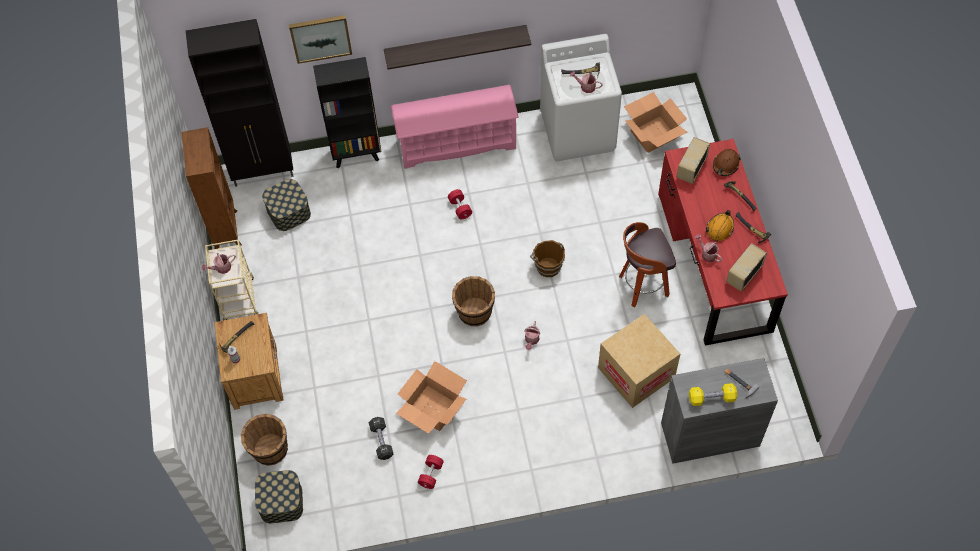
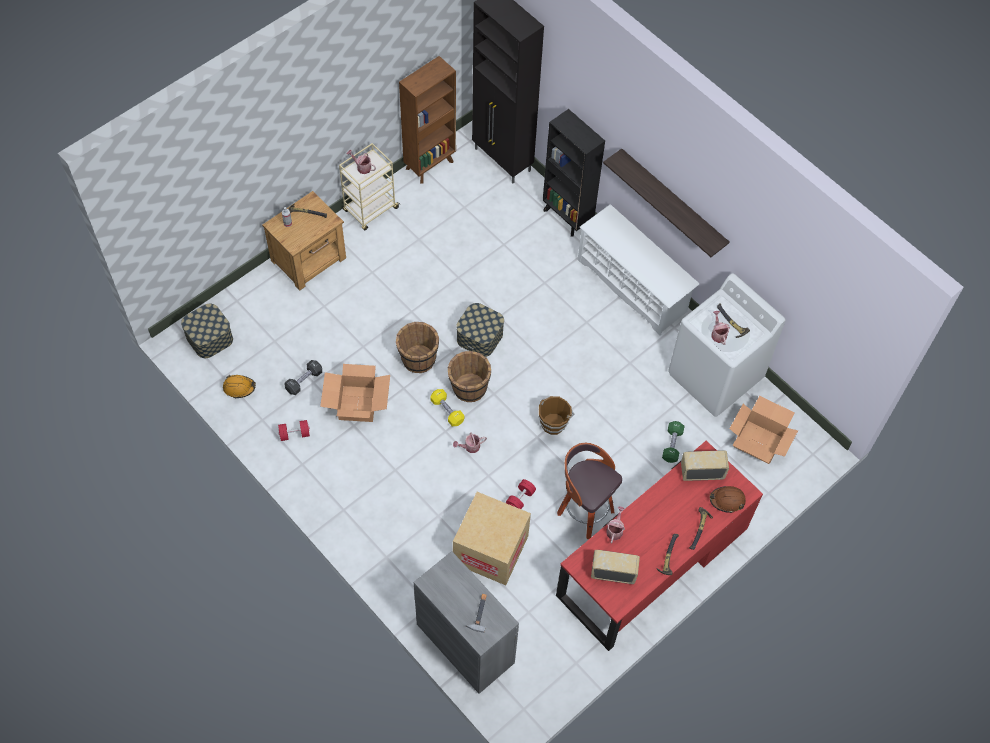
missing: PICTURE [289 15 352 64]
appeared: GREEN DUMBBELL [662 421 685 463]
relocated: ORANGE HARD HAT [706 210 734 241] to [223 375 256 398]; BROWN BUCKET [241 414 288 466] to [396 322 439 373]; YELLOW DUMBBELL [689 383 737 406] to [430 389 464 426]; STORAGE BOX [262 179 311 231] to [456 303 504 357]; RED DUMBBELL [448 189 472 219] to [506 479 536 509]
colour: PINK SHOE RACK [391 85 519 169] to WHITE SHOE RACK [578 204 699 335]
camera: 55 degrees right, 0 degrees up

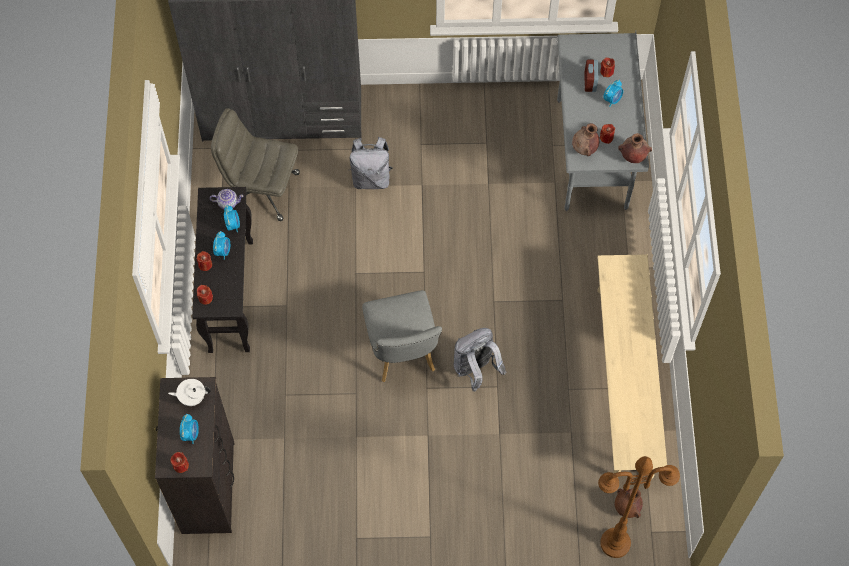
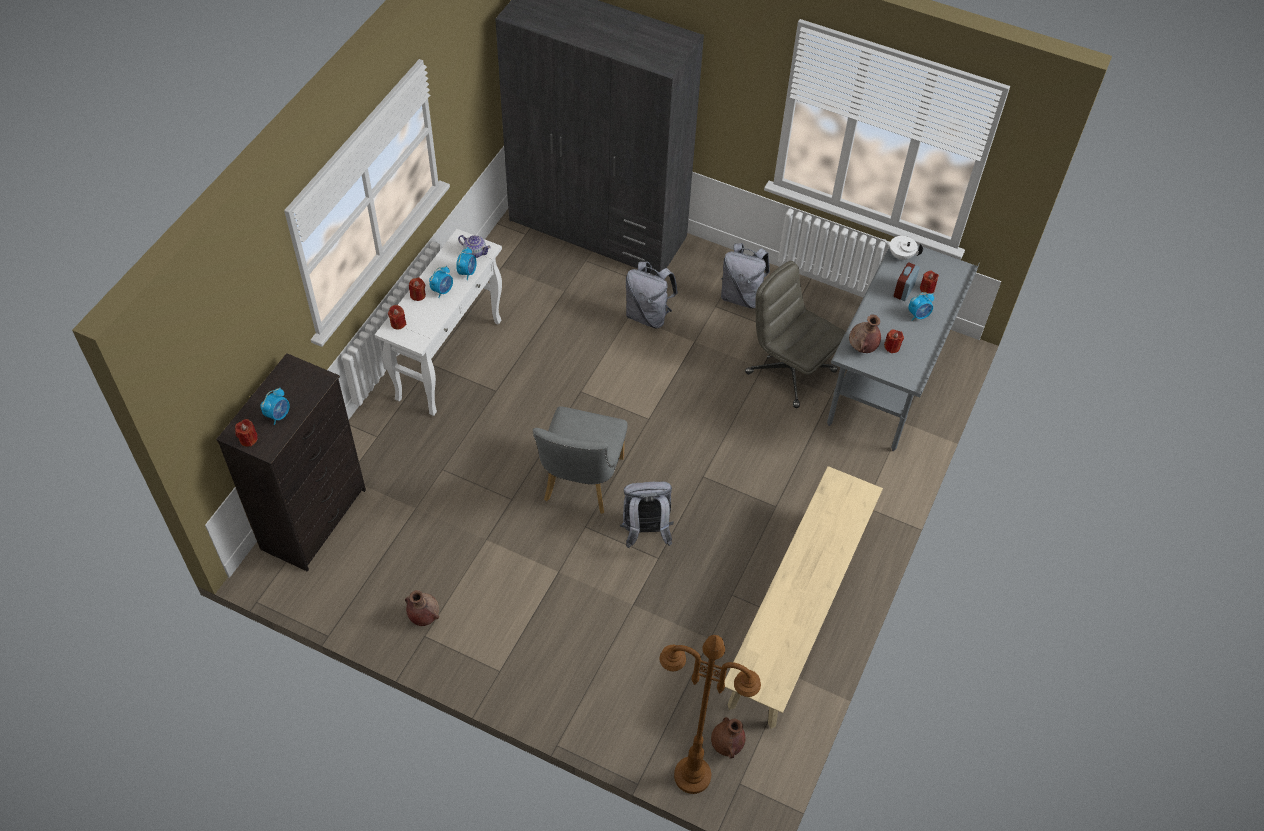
appeared: GREY BACKPACK [721 243 770 309]
relocated: BROWN VASE [618 133 652 163] to [405 590 439 626]; GREY OFFICE CHAIR [211 108 300 221] to [745 261 846 408]; WHITE TEAPOT [168 379 211 406] to [883 236 923 260]
colour: BLACK CONSOLE TABLE [192 187 253 353] to WHITE CONSOLE TABLE [375 229 502 416]
camera: 25 degrees right, 10 degrees down

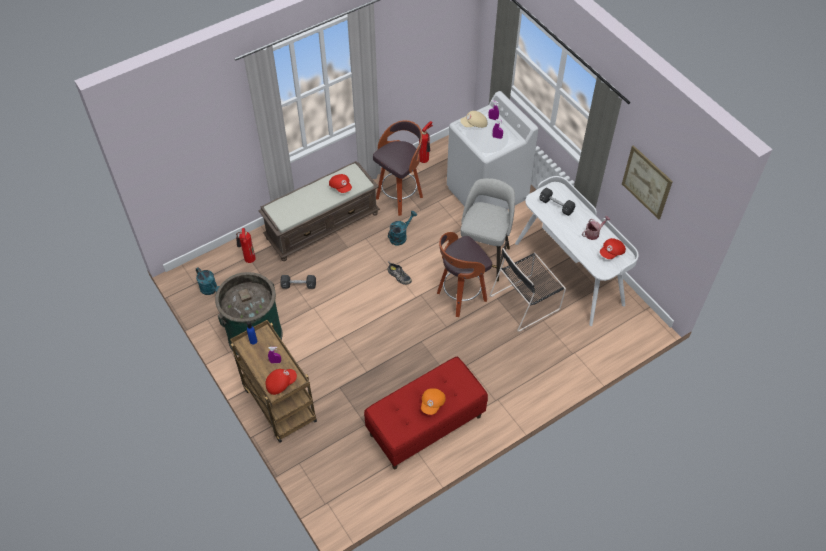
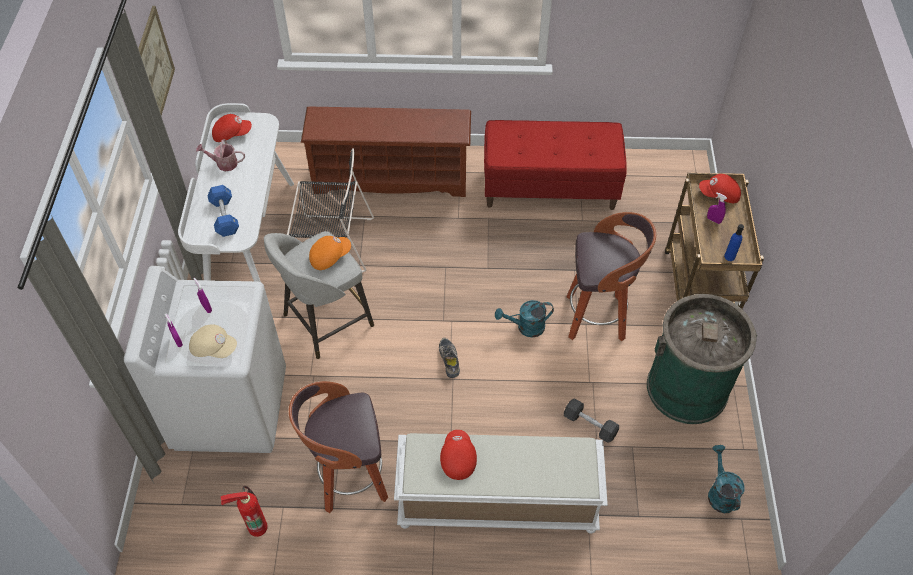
missing: FIRE EXTINGUISHER [236 228 256 263]
appeared: BROWN SHOE RACK [301 106 471 197]
relocated: ORANGE CAP [421 388 446 415] to [309 236 351 270]; TURQUOISE WATERING CAN [388 211 417 245] to [495 300 554 337]; STOOL [437 232 492 317] to [567 212 656 341]
colour: BLACK DUMBBELL [539 187 575 216] to BLUE DUMBBELL [207 185 239 237]; BROWN BENCH [258 161 380 261] to WHITE BENCH [394 433 608 534]
camera: 145 degrees left, 0 degrees up

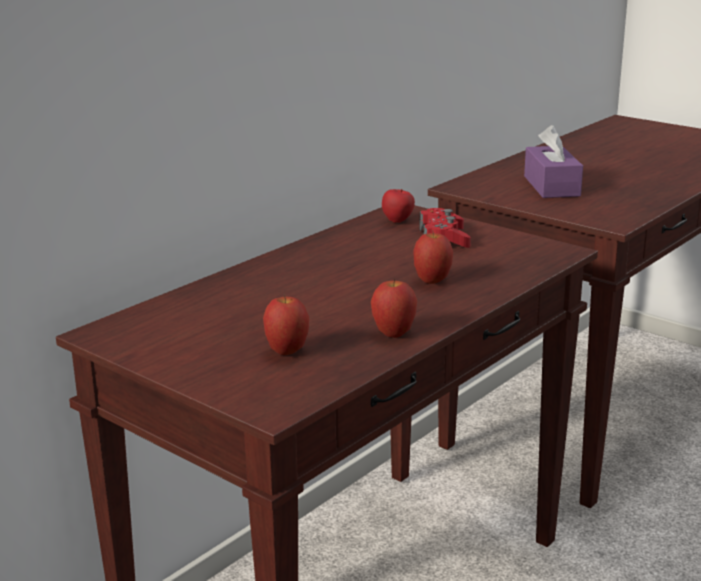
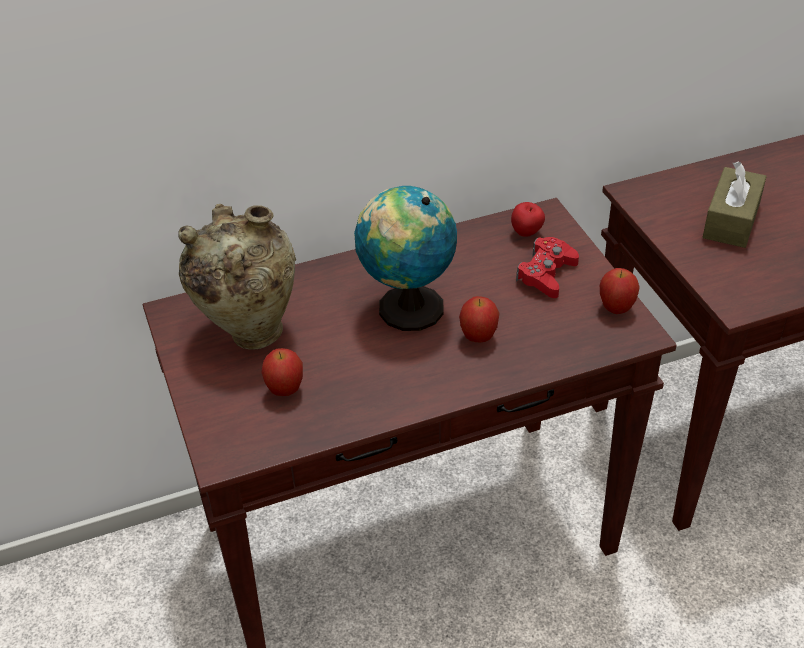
appeared: BEIGE VASE [178 204 296 350]; GLOBE [354 186 457 331]
relocated: APPLE [371 277 417 338] to [600 268 640 314]
colour: PURPLE TISSUE BOX [524 125 583 198] to BROWN TISSUE BOX [703 162 767 248]
camera: 30 degrees right, 20 degrees up

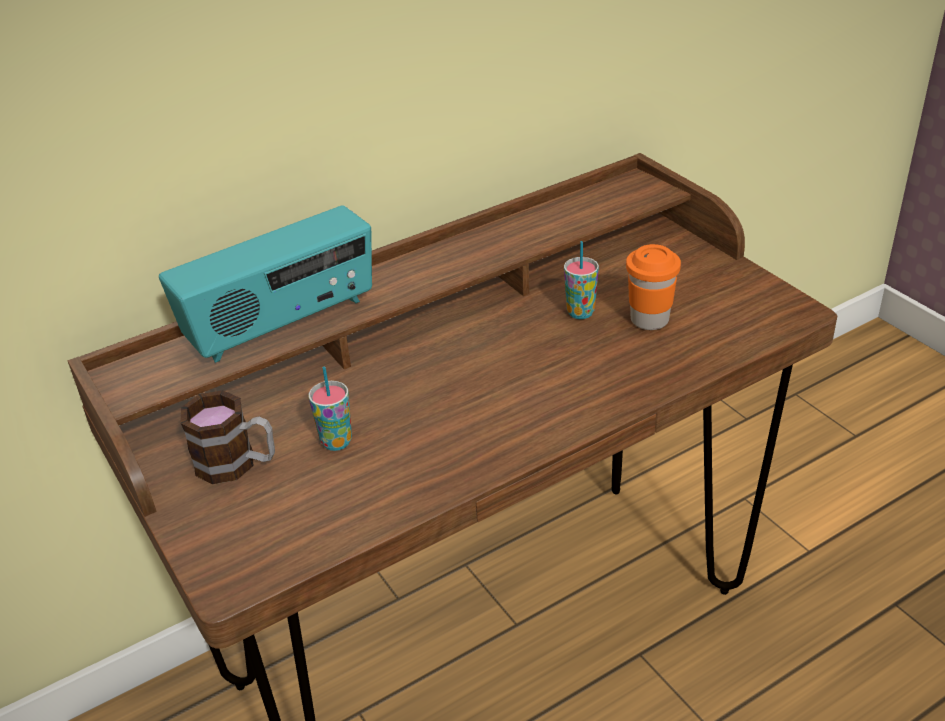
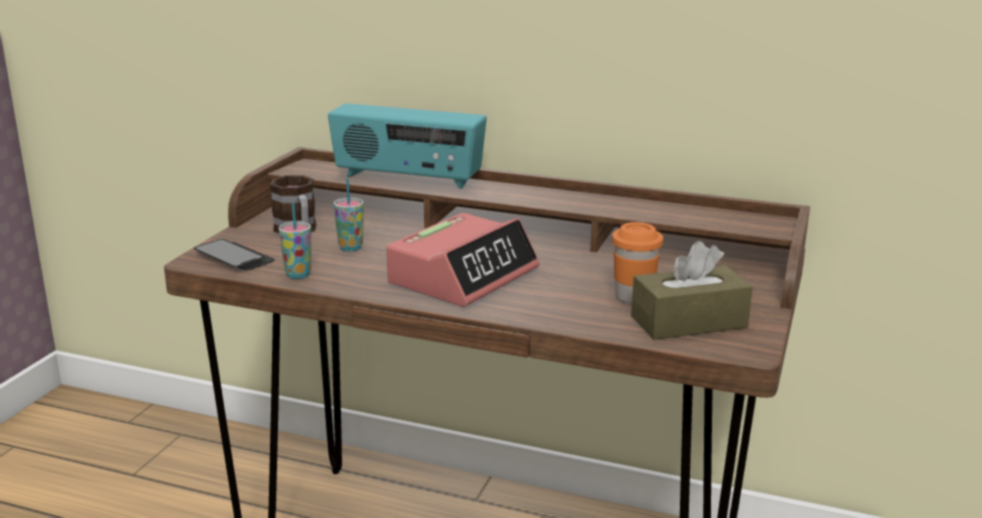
appeared: PHONE [194 239 275 270]; ALARM CLOCK [386 213 539 307]; BROWN TISSUE BOX [631 241 753 340]
relocated: CUP [564 241 599 319] to [279 202 311 279]
camera: 50 degrees right, 15 degrees down

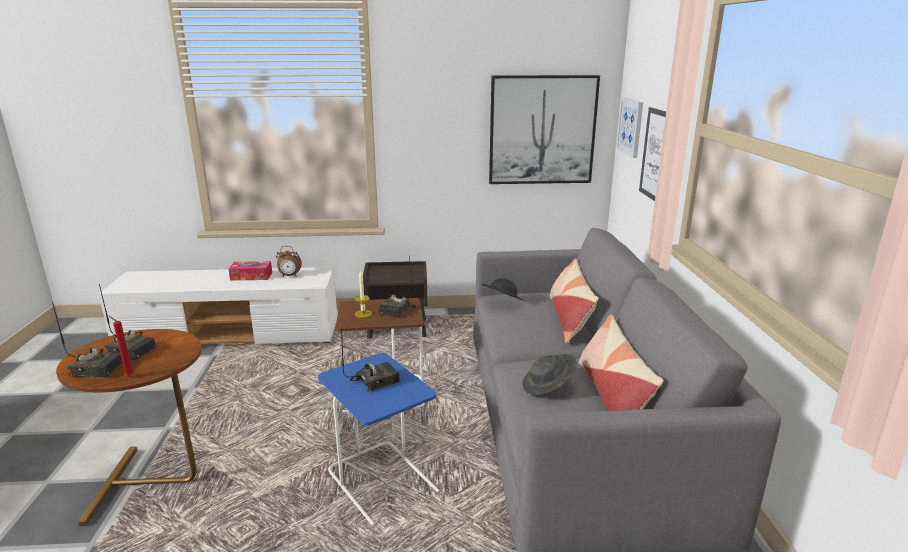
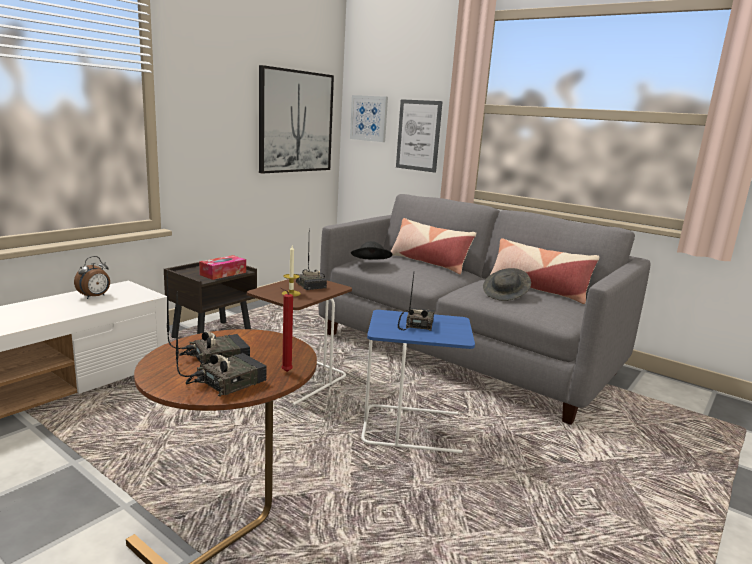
relocated: TISSUE BOX [229 261 272 281] to [199 255 246 280]
camera: 50 degrees left, 5 degrees down

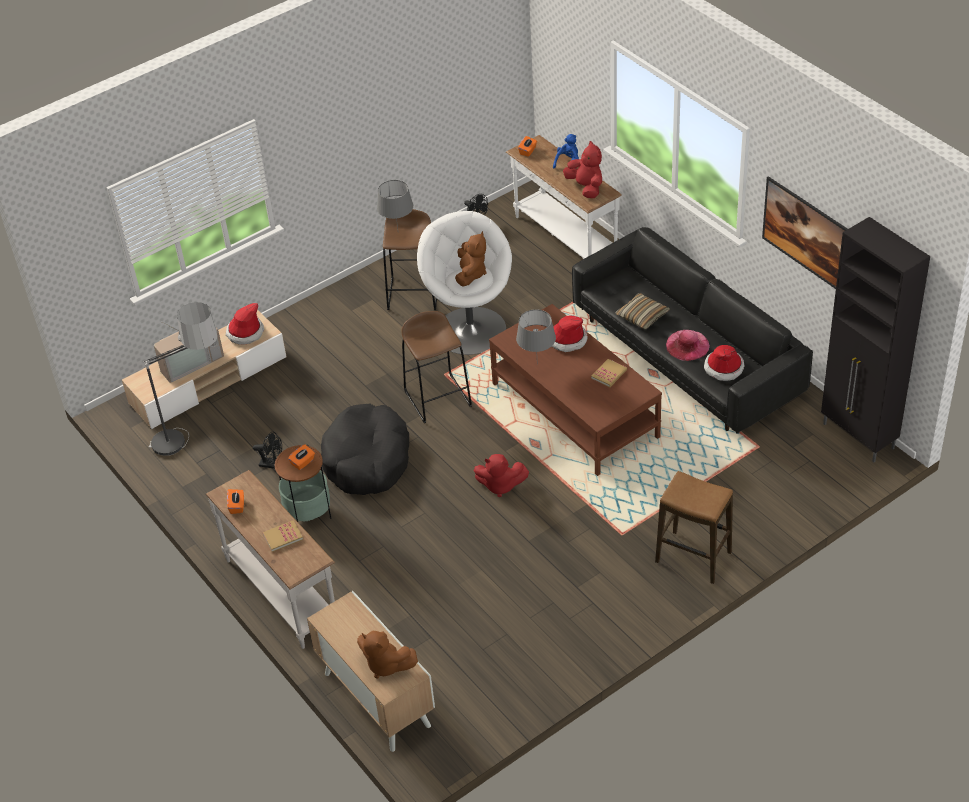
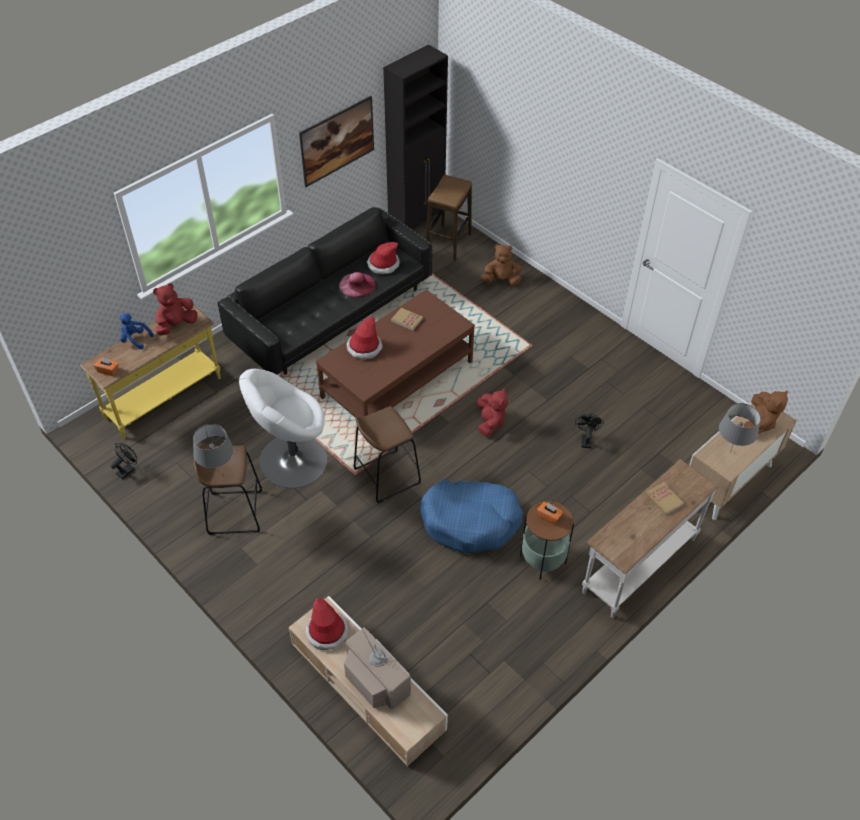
missing: FLOOR LAMP [143 302 218 456]; ORANGE TISSUE BOX [227 489 244 514]; PILLOW [615 293 670 330]
relocated: STOOL [655 471 733 584] to [426 175 472 260]; BROWN PLUSH TOY [455 231 486 287] to [480 244 522 286]; BLACK FAN [253 432 282 469] to [575 414 604 448]; GREY TABLE LAMP [516 309 556 364] to [719 403 761 452]
colour: WHITE CONSOLE TABLE [506 135 622 259] to YELLOW CONSOLE TABLE [80 305 221 439]; BLACK DOG BED [321 404 409 495] to BLUE DOG BED [420 480 523 553]
camera: 100 degrees left, 5 degrees up

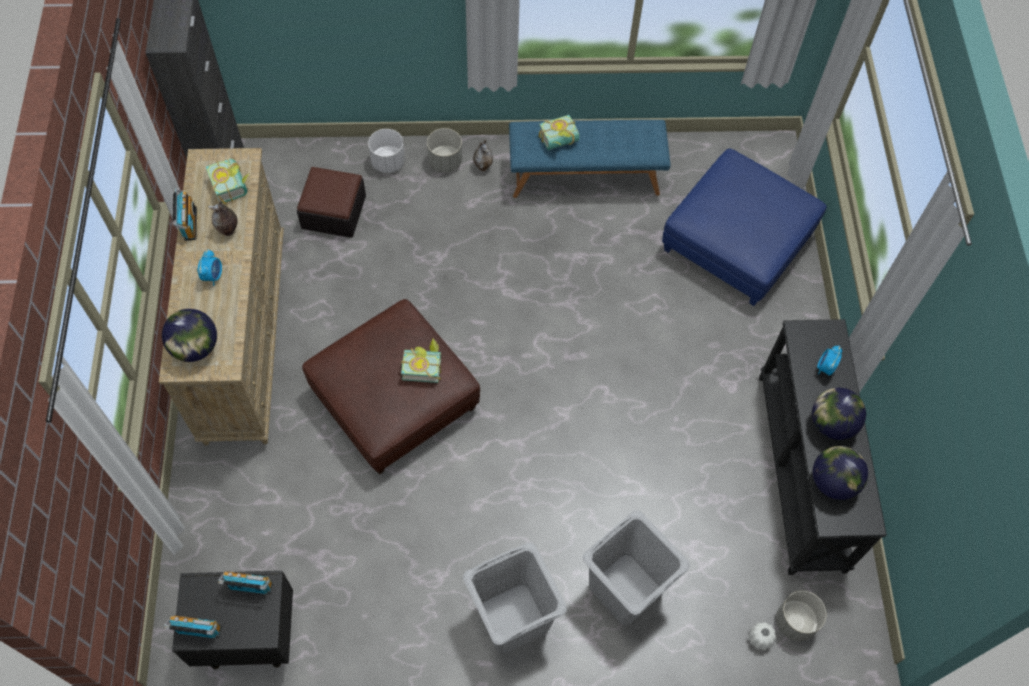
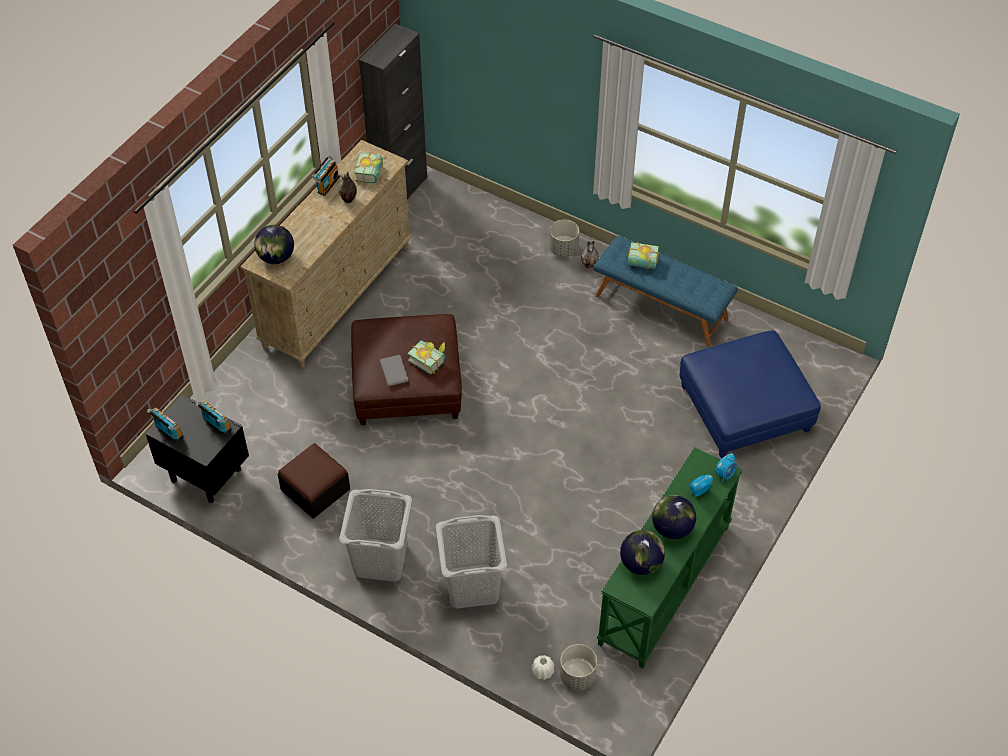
missing: WHITE PLANTER [368 129 405 173]
appeared: GREY BOOK [380 355 408 386]
relocated: OTTOMAN [297 167 366 238] to [278 443 350 518]; ALARM CLOCK [197 249 222 286] to [715 453 737 482]
colour: BLACK CONSOLE TABLE [759 319 887 575] to GREEN CONSOLE TABLE [597 447 742 669]
camera: 35 degrees right, 10 degrees down

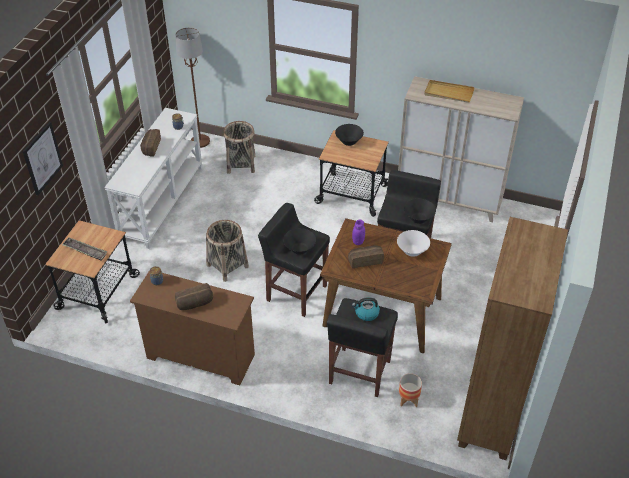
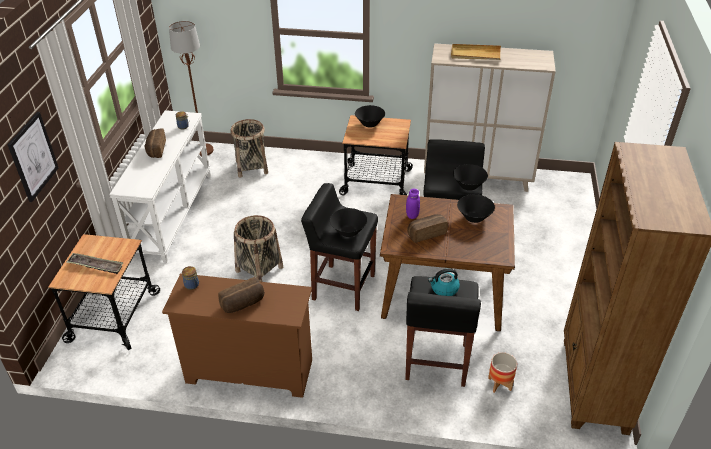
colour: WHITE BOWL [397 230 430 257] to BLACK BOWL [457 194 495 223]
camera: 10 degrees left, 5 degrees down

